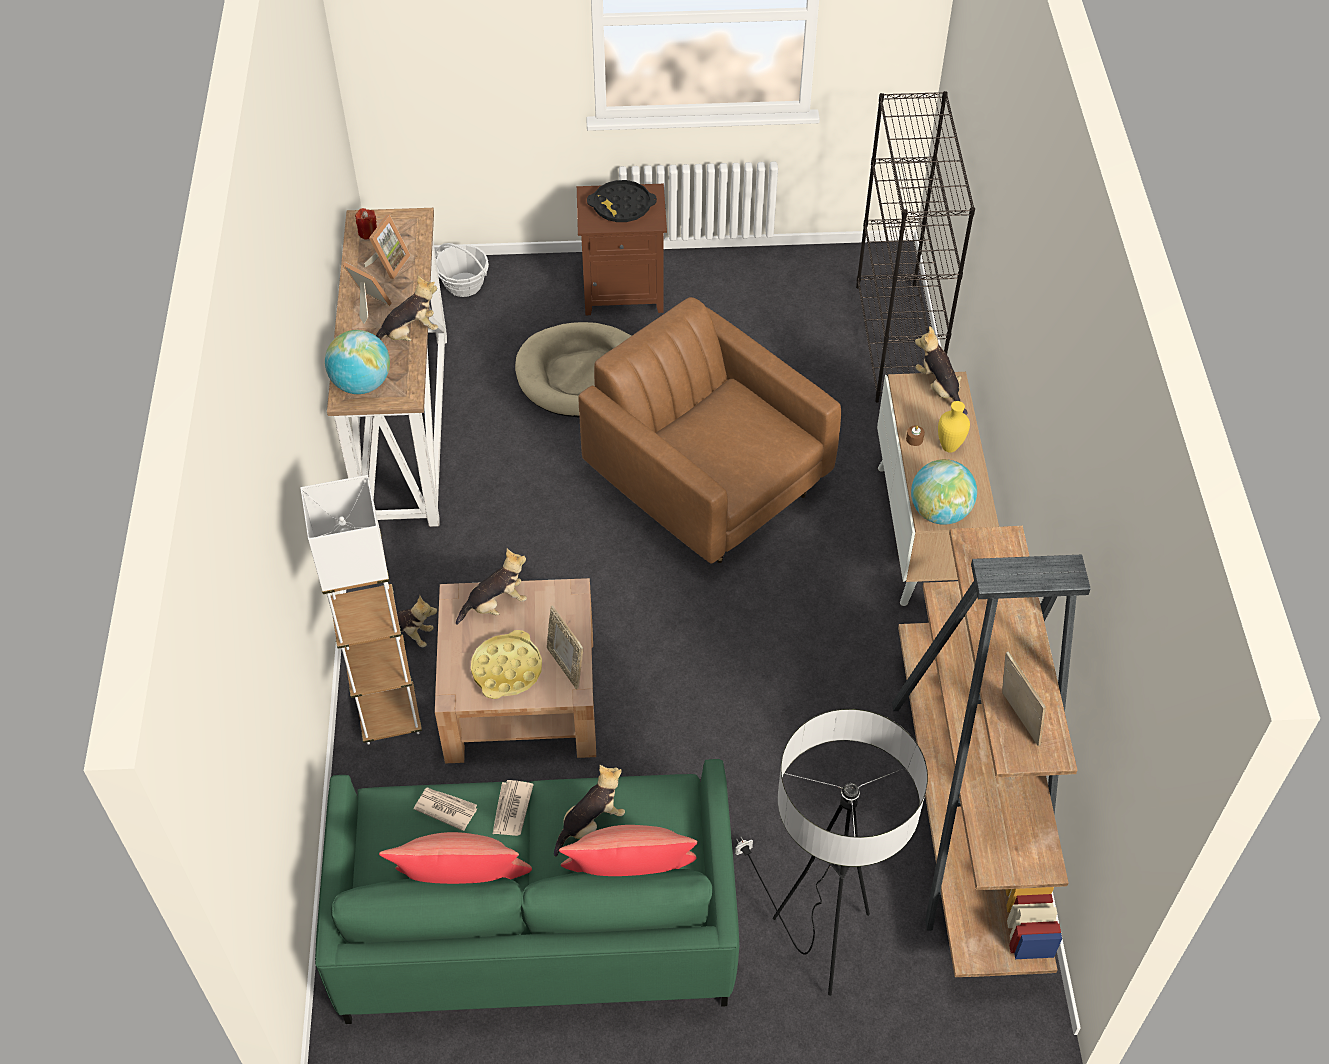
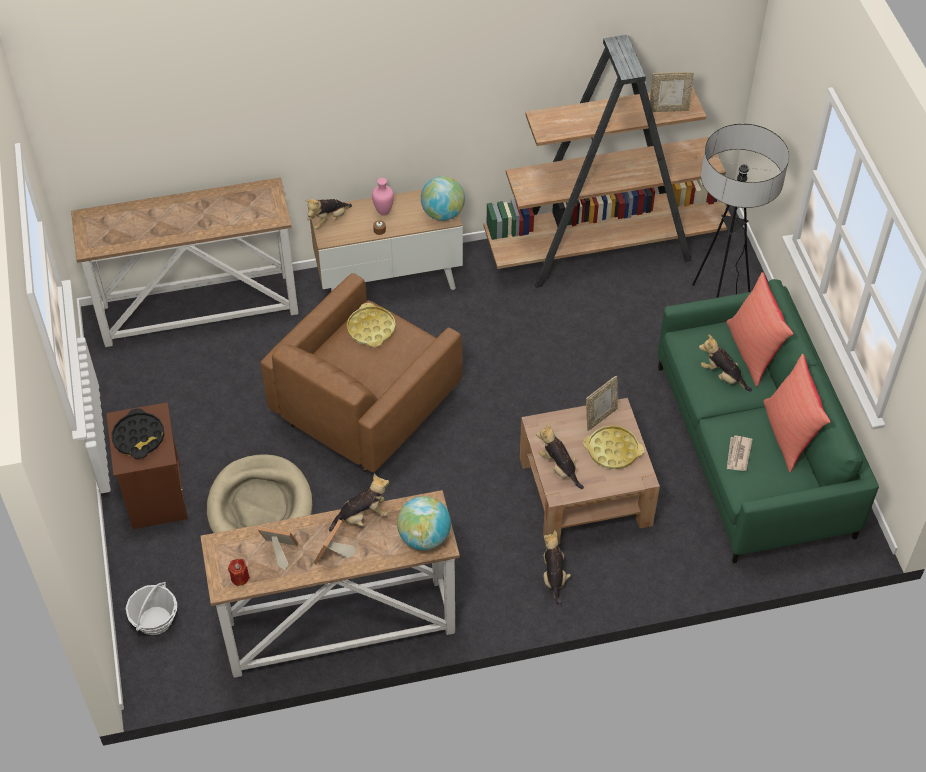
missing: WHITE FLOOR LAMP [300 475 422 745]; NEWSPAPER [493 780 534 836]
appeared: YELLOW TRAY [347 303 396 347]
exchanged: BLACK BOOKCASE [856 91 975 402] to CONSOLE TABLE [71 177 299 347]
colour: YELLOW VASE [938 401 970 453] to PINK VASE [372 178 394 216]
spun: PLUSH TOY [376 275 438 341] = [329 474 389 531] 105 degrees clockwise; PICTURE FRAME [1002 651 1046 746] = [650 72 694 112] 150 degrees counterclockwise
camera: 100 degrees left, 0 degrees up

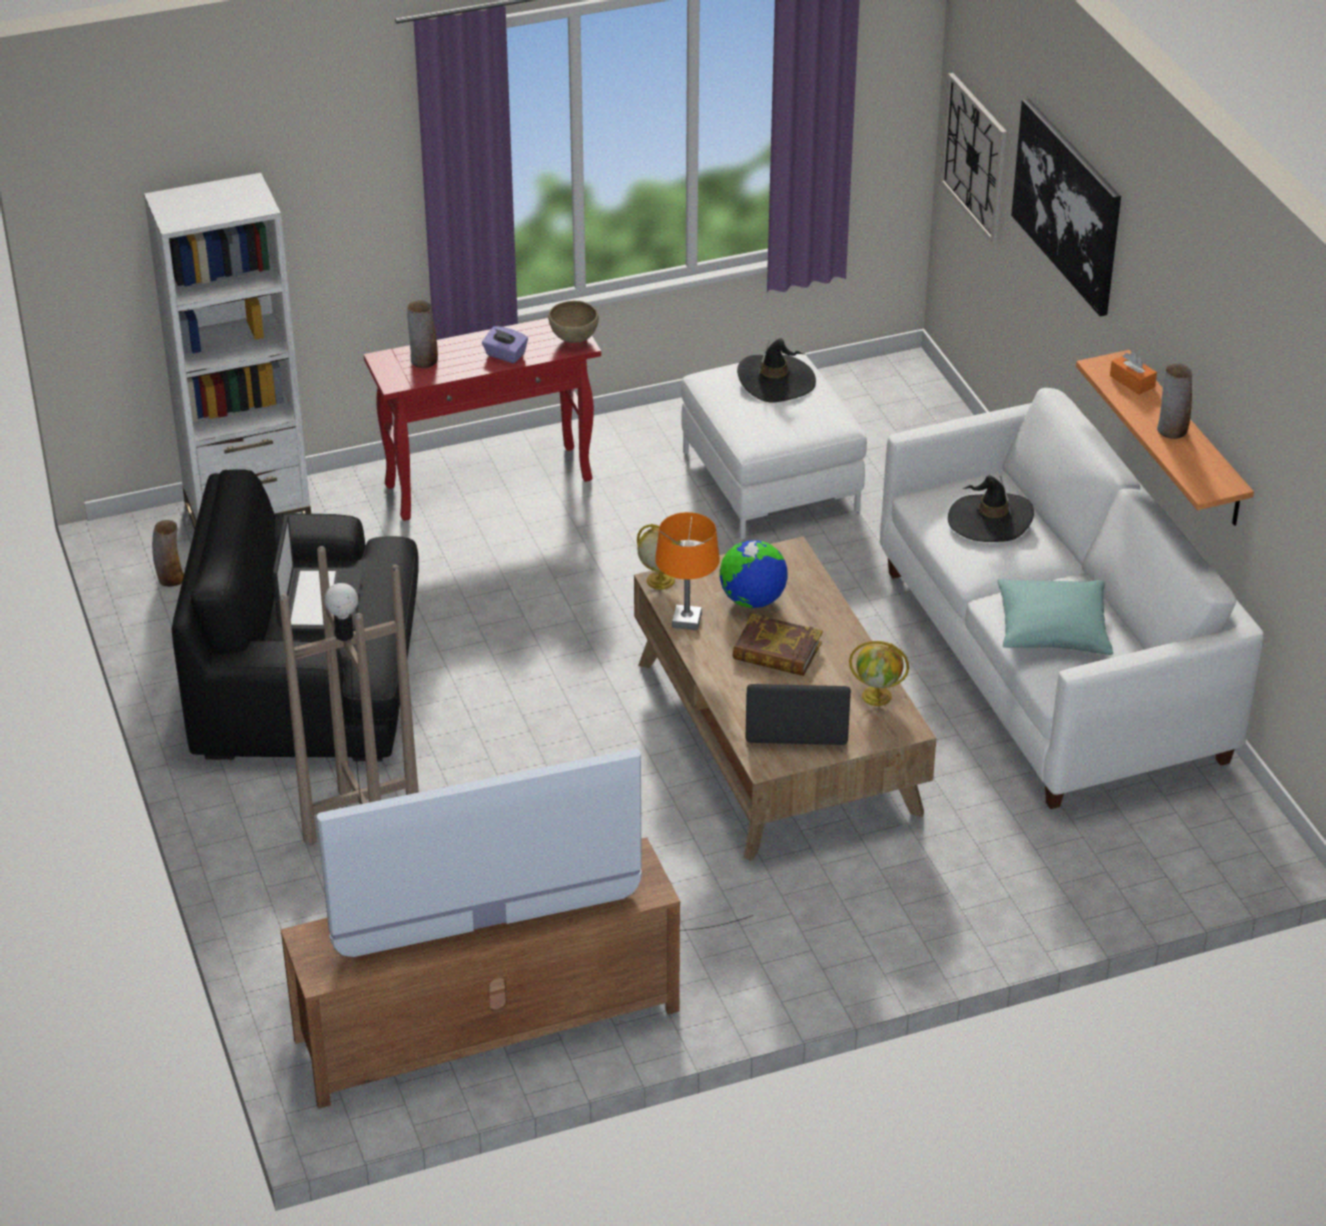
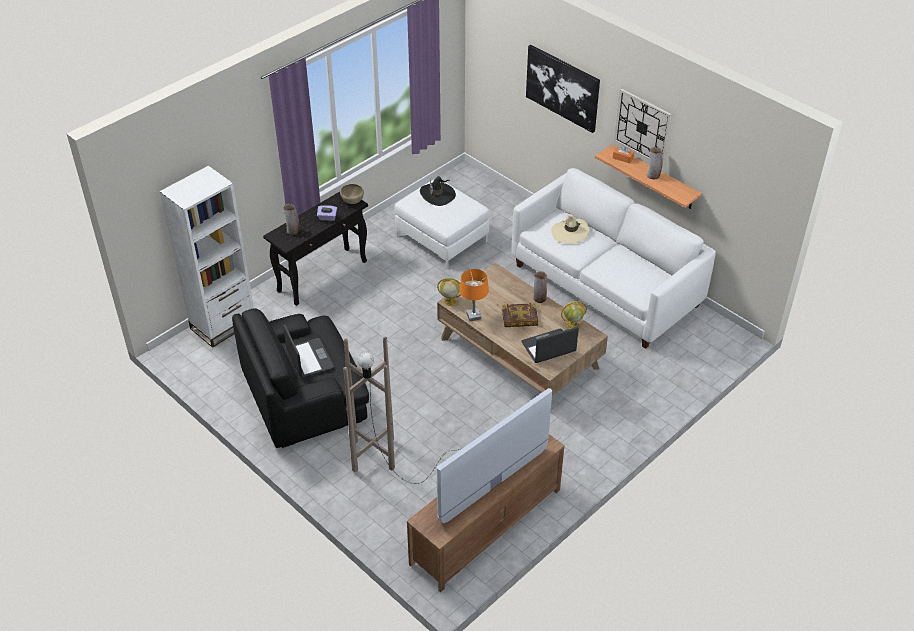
missing: GLOBE [720 540 788 608]; TURQUOISE PILLOW [998 579 1113 655]
relocated: VASE [152 520 184 587] to [533 271 547 303]; WALL CLOCK [940 73 1007 243] to [614 89 672 167]
colour: RED CONSOLE TABLE [364 318 601 521] to BLACK CONSOLE TABLE [263 192 368 306]; BLACK HAT [948 475 1034 542] to BEIGE HAT [551 212 589 244]
camera: 25 degrees left, 5 degrees up

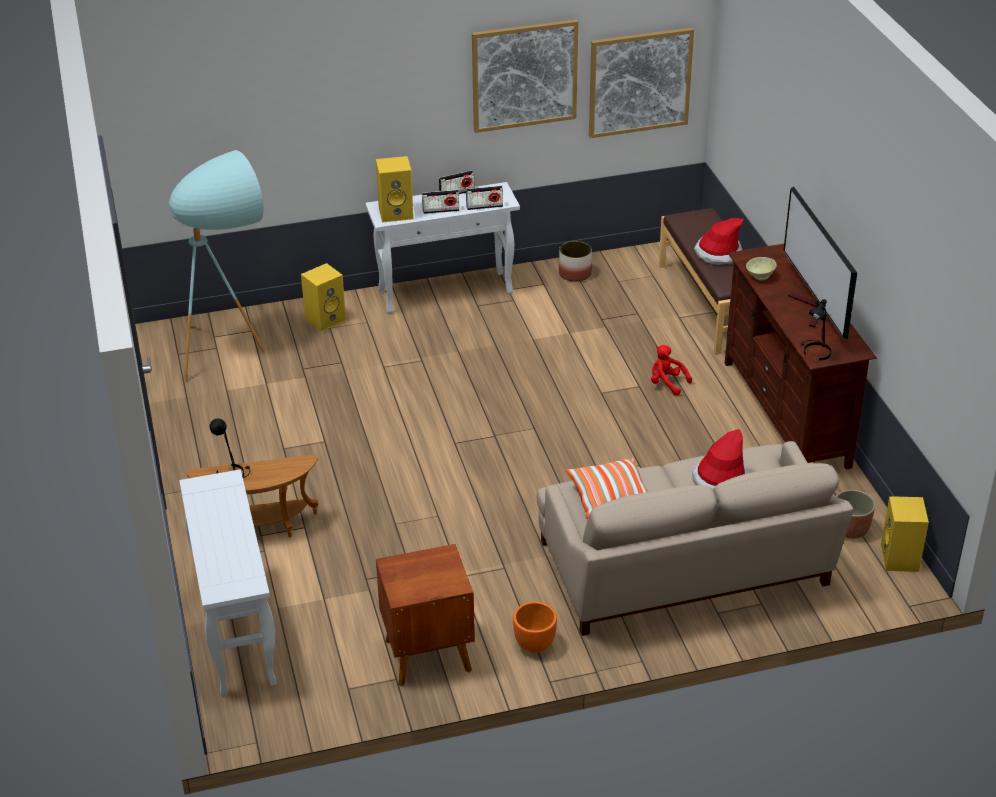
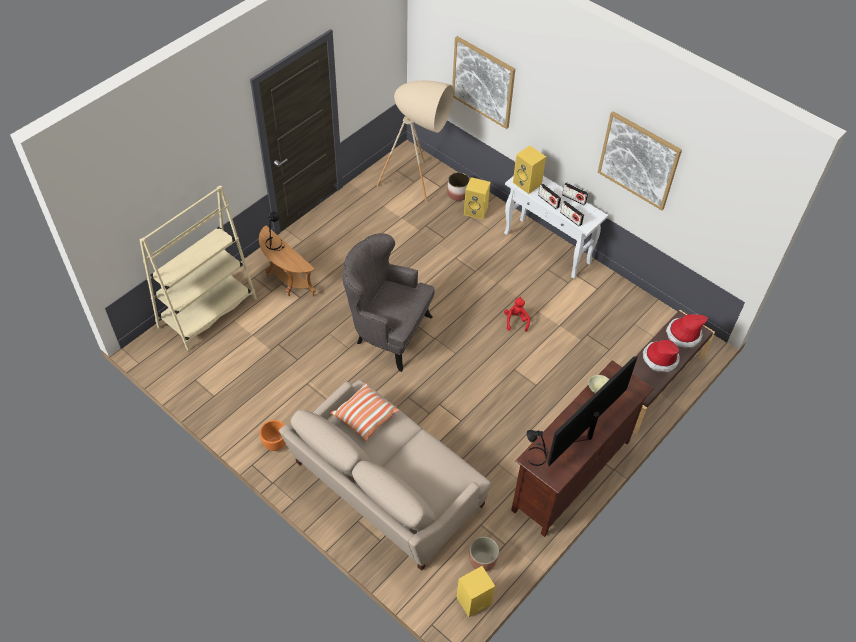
missing: BROWN NIGHTSTAND [376 544 475 686]
appeared: GREY ARMCHAIR [343 233 435 372]
relocated: PLANTER [559 241 592 282] to [447 172 470 201]; PICTURE [589 28 694 138] to [452 36 515 129]; RED PLUSH TOY [651 345 692 396] to [504 297 530 332]; HAT [692 429 749 490] to [666 314 708 348]
exchanged: WHITE CONSOLE TABLE [179 469 277 696] to BEIGE BOOKCASE [140 185 257 351]
colour: TURQUOISE FLOOR LAMP [169 150 265 382] to BEIGE FLOOR LAMP [377 80 453 203]
camera: 55 degrees right, 15 degrees up

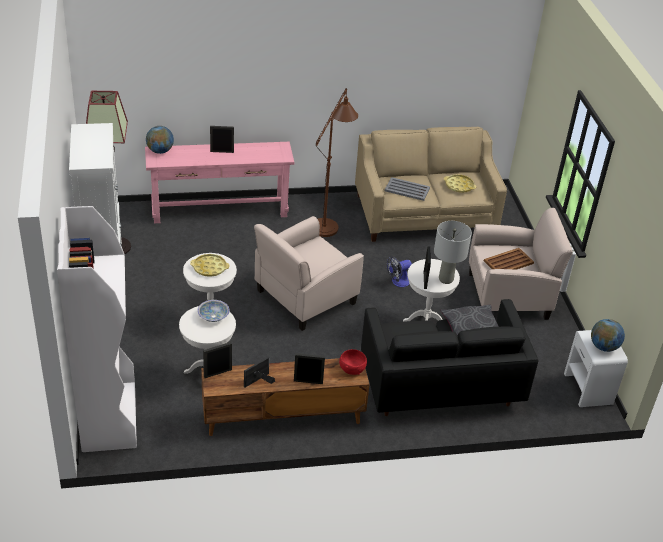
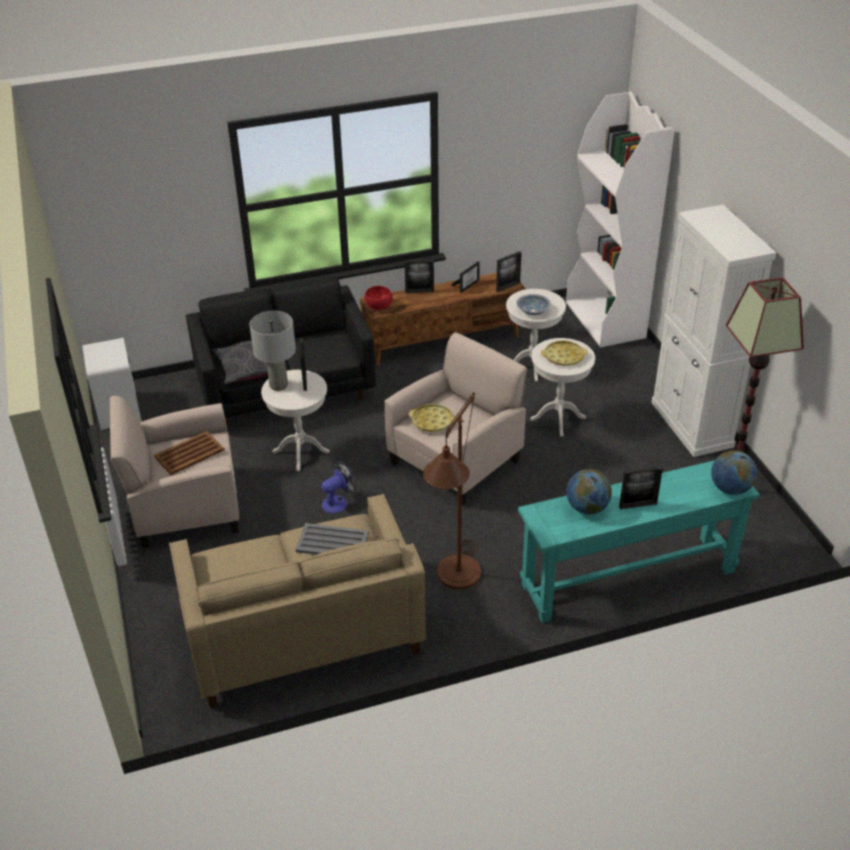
relocated: YELLOW TRAY [444 174 476 193] to [408 404 456 432]; GLOBE [591 319 625 352] to [566 469 612 514]
colour: PINK CONSOLE TABLE [145 142 294 223] to TURQUOISE CONSOLE TABLE [518 460 760 623]
camera: 175 degrees right, 0 degrees up

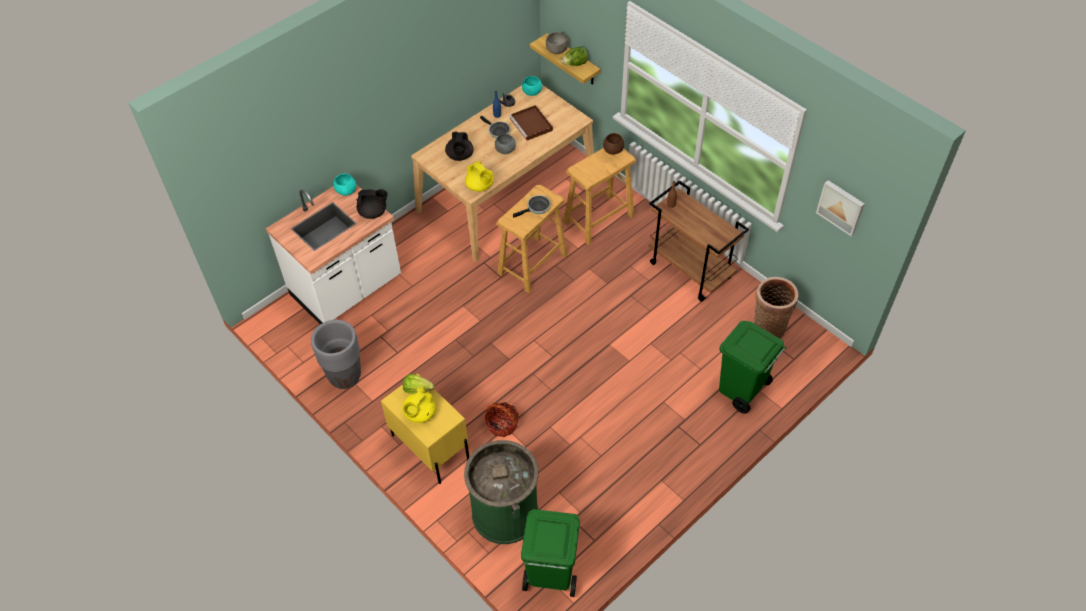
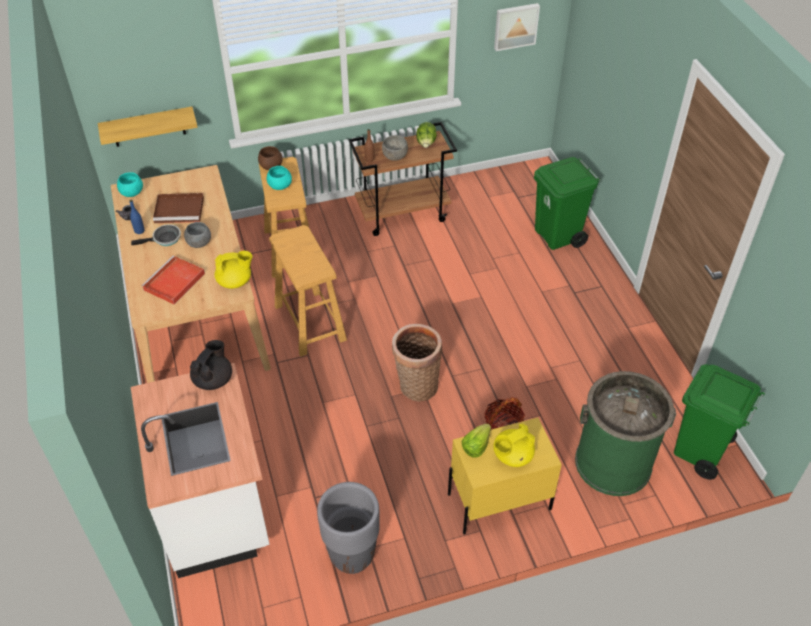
missing: FRYING PAN [513 195 551 218]
relocated: TURQUOISE BOWL [334 173 357 196] to [267 166 292 190]; GREY BOWL [546 32 569 54] to [382 135 408 161]; BASKET [754 277 798 338] to [392 324 442 402]; LETTUCE [561 47 588 66] to [416 122 437 148]
exchanged: BLACK TEAPOT [445 131 474 161] to RED TRAY [141 256 205 304]
spun: YELLOW TEAPOT [402 388 436 423] = [493 424 535 467] 90 degrees clockwise
camera: 65 degrees left, 5 degrees down

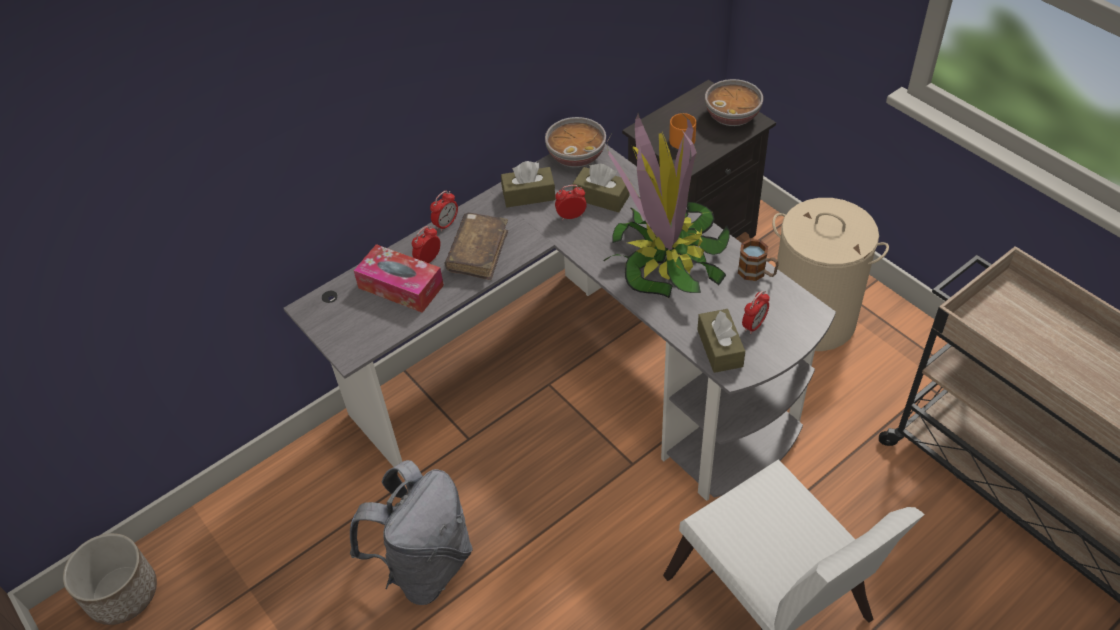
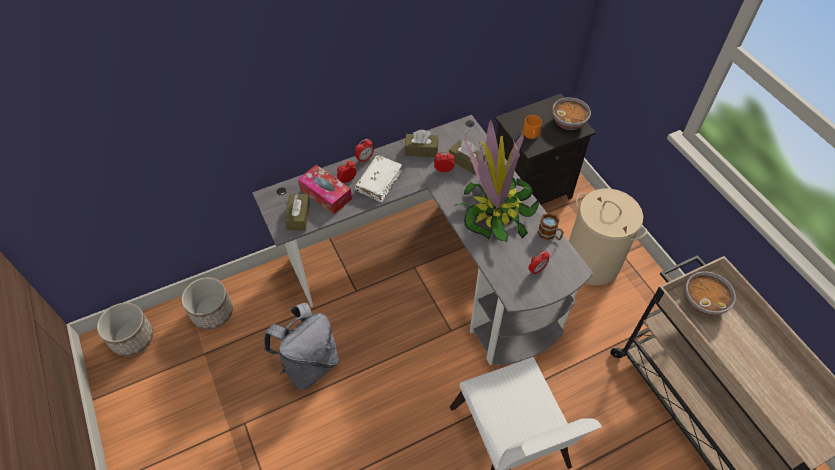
appeared: PLANTER [182 277 233 330]
relocated: BROWN TISSUE BOX [697 309 745 373] to [285 194 310 231]; BOWL [545 117 606 167] to [685 271 736 316]
colour: BROWN BOOK [445 213 508 280] to WHITE BOOK [355 155 402 202]
camera: 10 degrees right, 5 degrees up

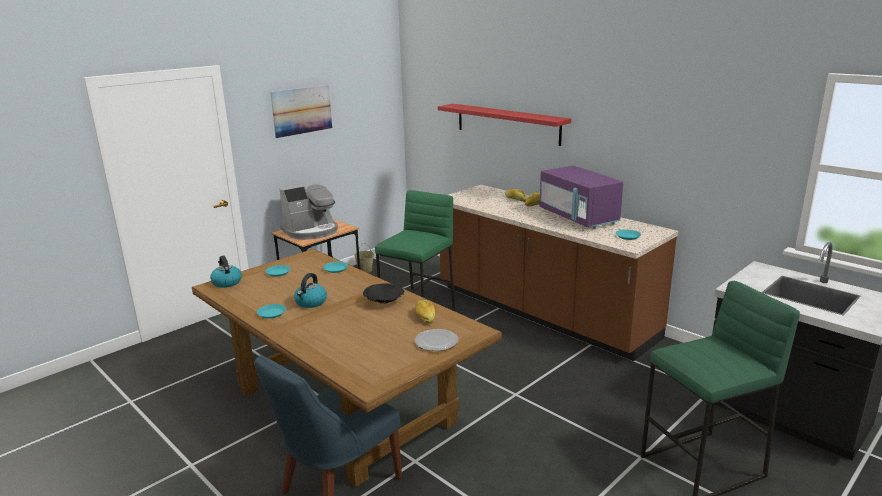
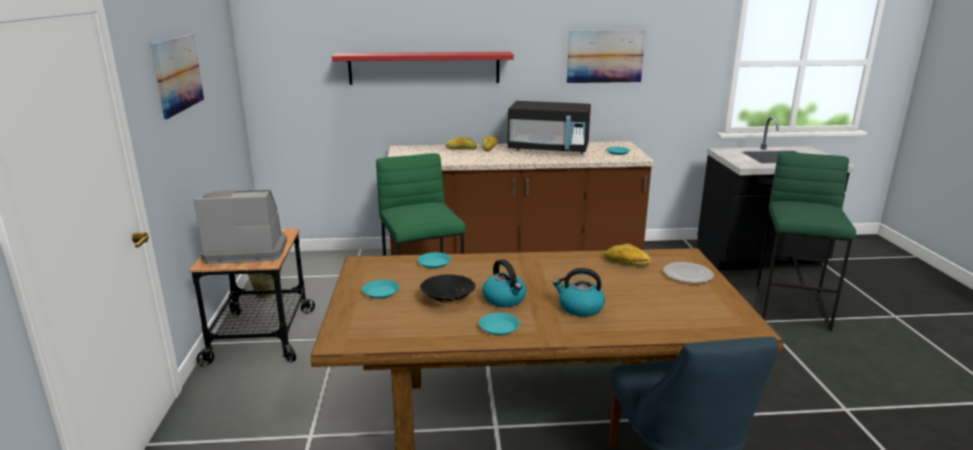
appeared: PICTURE [567 30 645 83]
relocated: BLACK BOWL [363 283 404 304] to [420 274 476 303]; KETTLE [210 255 242 288] to [553 268 605 316]
colour: PURPLE MICROWAVE [540 166 623 229] to BLACK MICROWAVE [508 101 591 154]
spun: COFFEE MACHINE [279 182 338 240] = [194 190 287 264] 105 degrees counterclockwise
camera: 50 degrees left, 0 degrees up

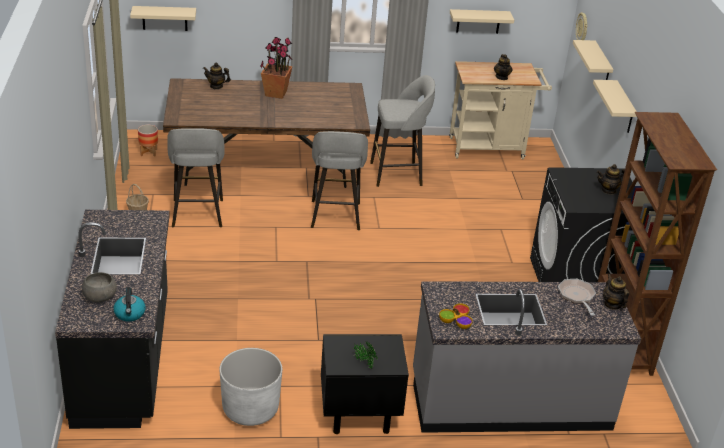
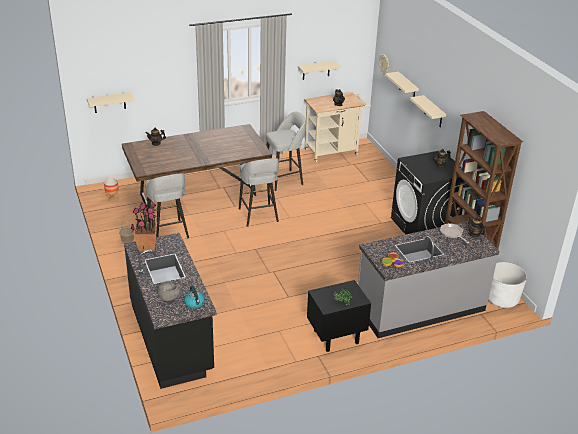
relocated: POTTED PLANT [260 37 292 99] to [131 201 157 252]; WHITE PLANTER [220 348 282 426] to [488 262 527 308]
camera: 15 degrees left, 0 degrees up

